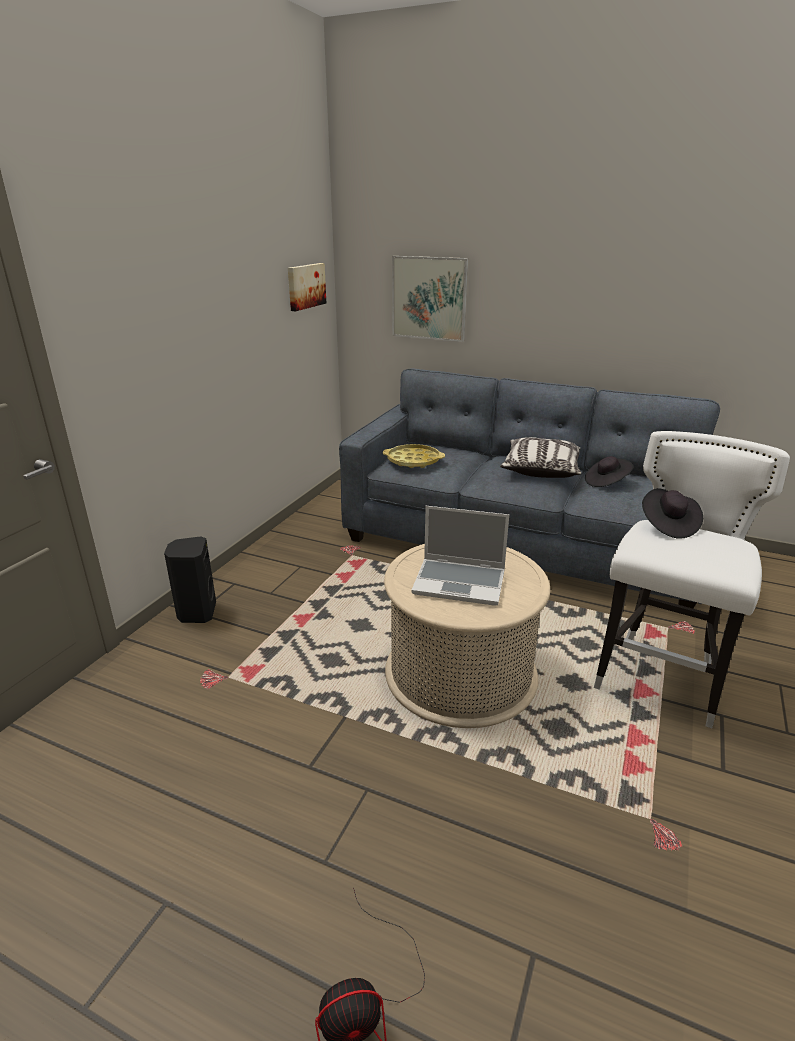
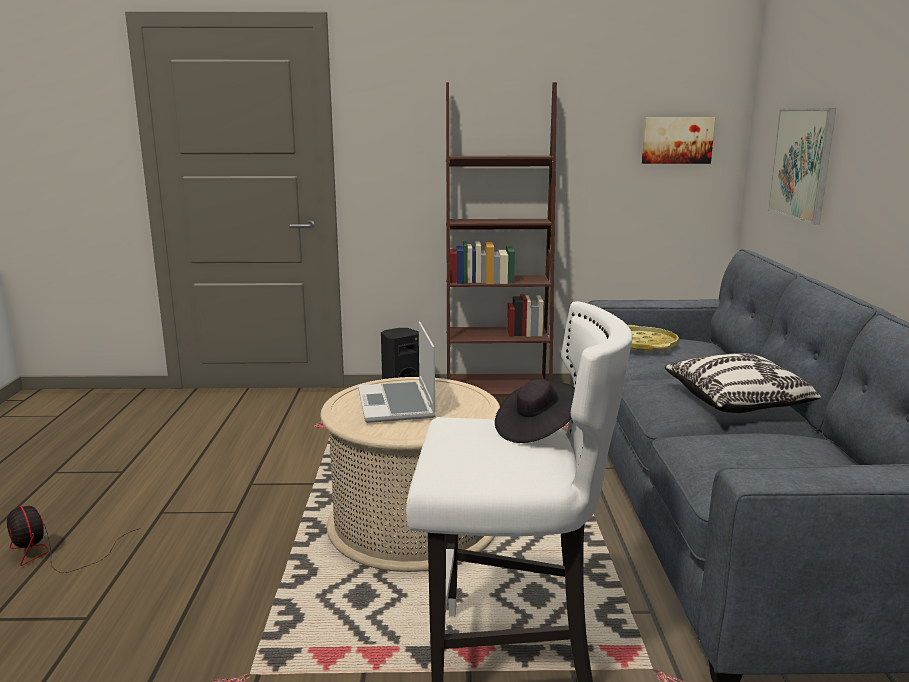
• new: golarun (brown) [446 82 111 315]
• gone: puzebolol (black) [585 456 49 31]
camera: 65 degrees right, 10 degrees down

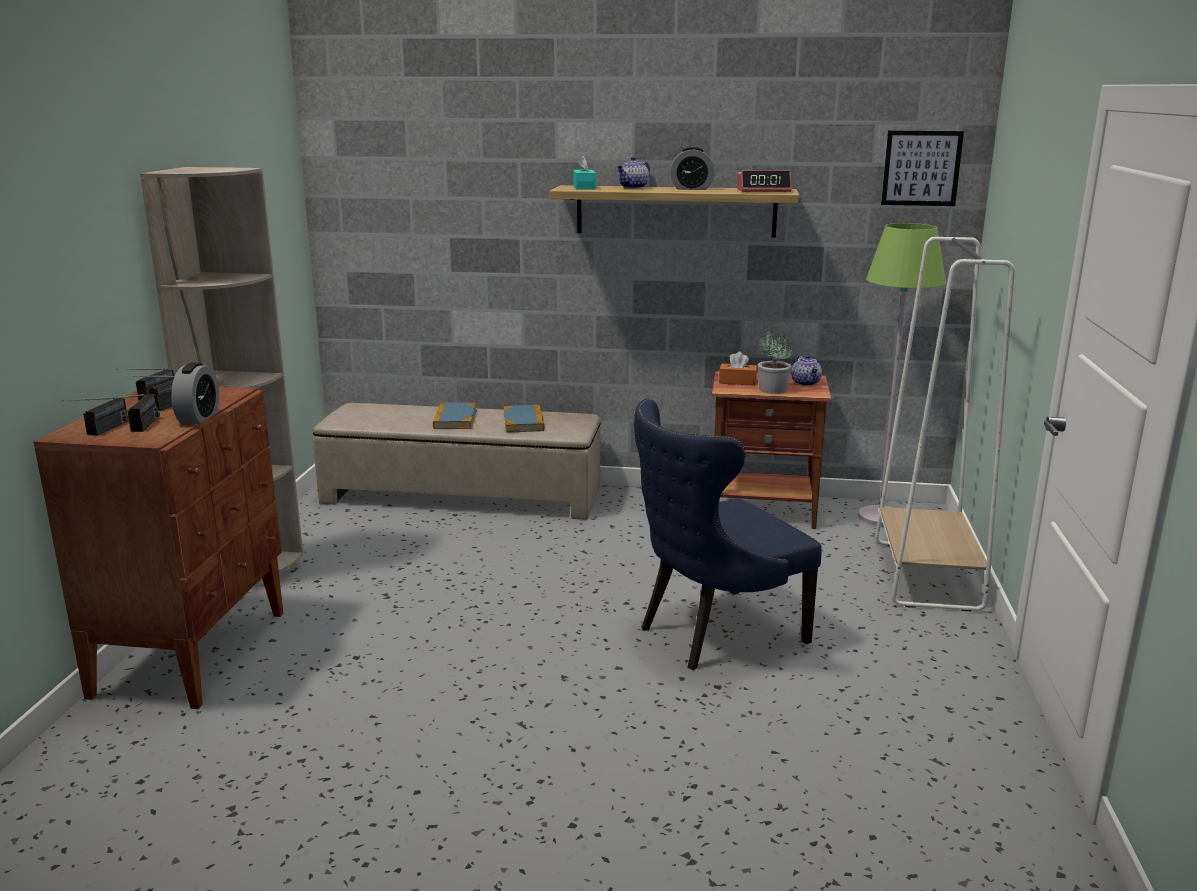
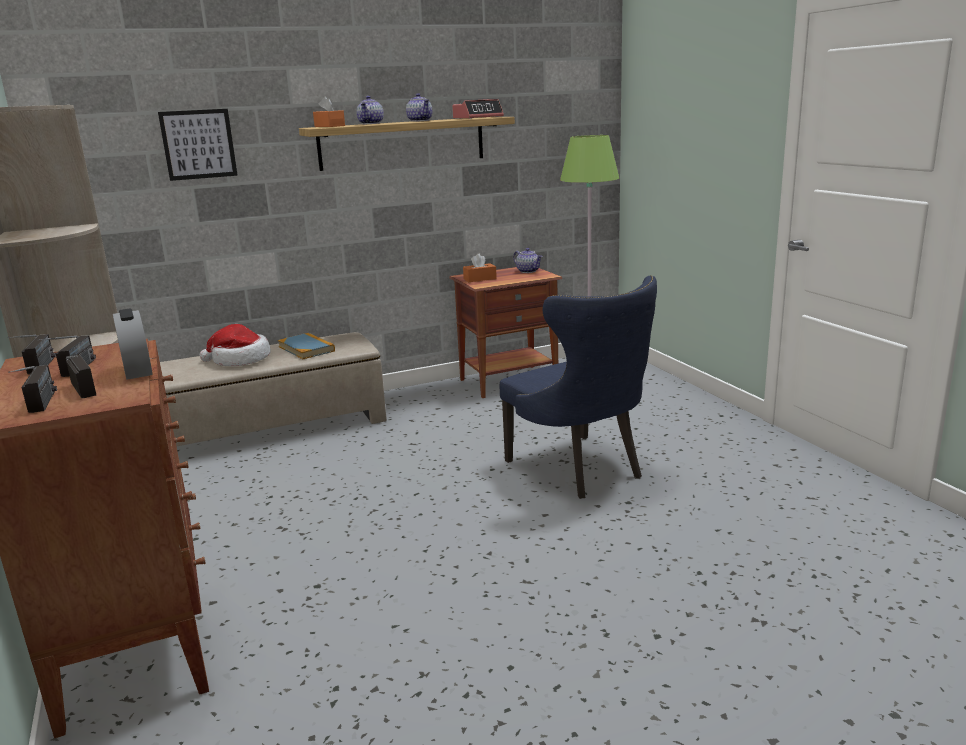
• shifted: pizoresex [881 131 83 75] to [158 109 80 72]
• swapped: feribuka [433 403 43 26] to puzebolol [199 324 72 42]
• repainted: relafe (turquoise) [573 155 23 35] to relafe (orange) [313 96 32 31]
• swapped: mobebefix [670 147 44 43] to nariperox [406 94 26 28]
• rotated: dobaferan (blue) [634 399 188 271] = [500 275 157 224] 60 degrees counterclockwise
• gone: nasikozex [758 329 34 65]
• gone: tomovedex [875 237 140 374]
camera: 30 degrees left, 0 degrees up

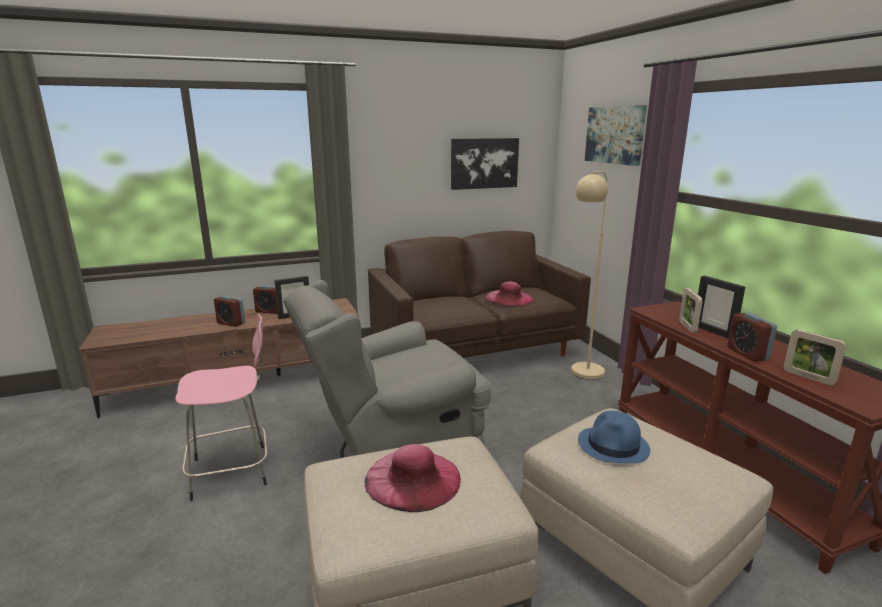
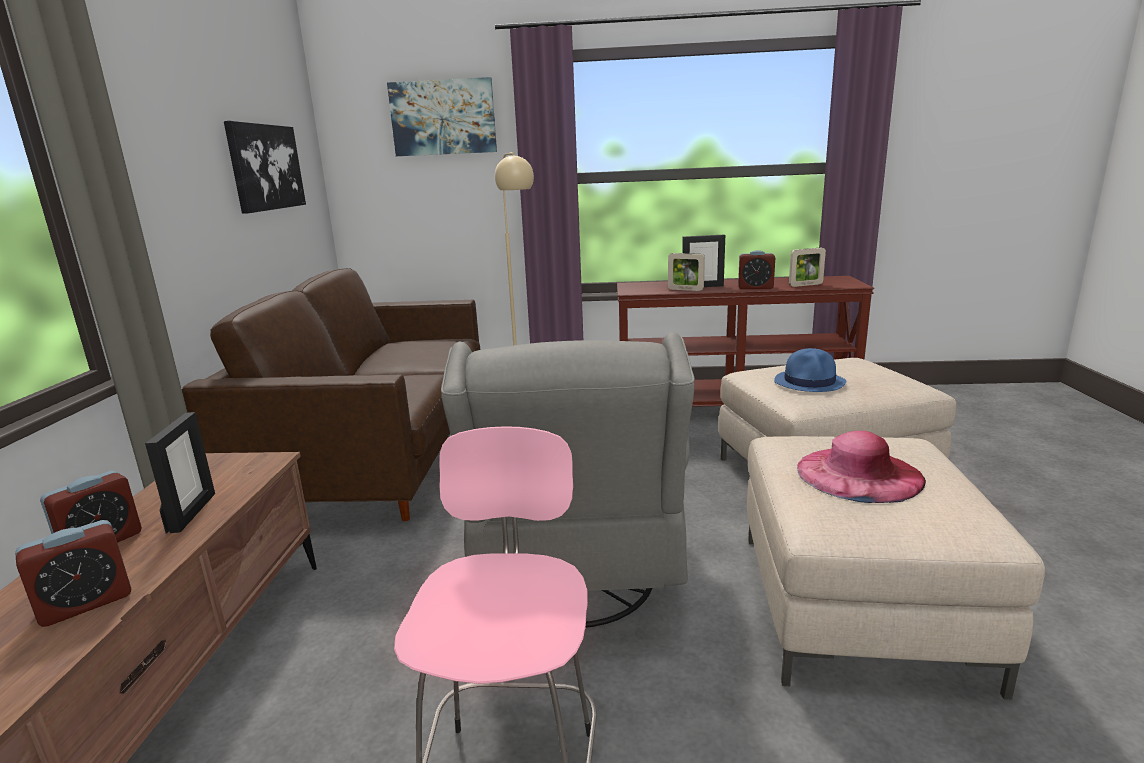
• gone: puzebolol (pink) [486 281 48 25]
camera: 65 degrees left, 0 degrees up

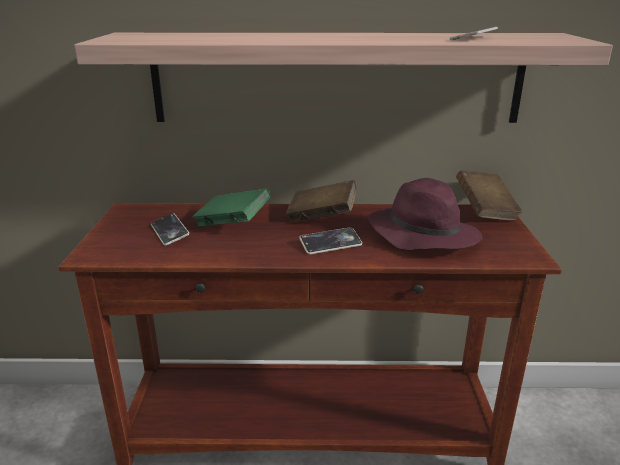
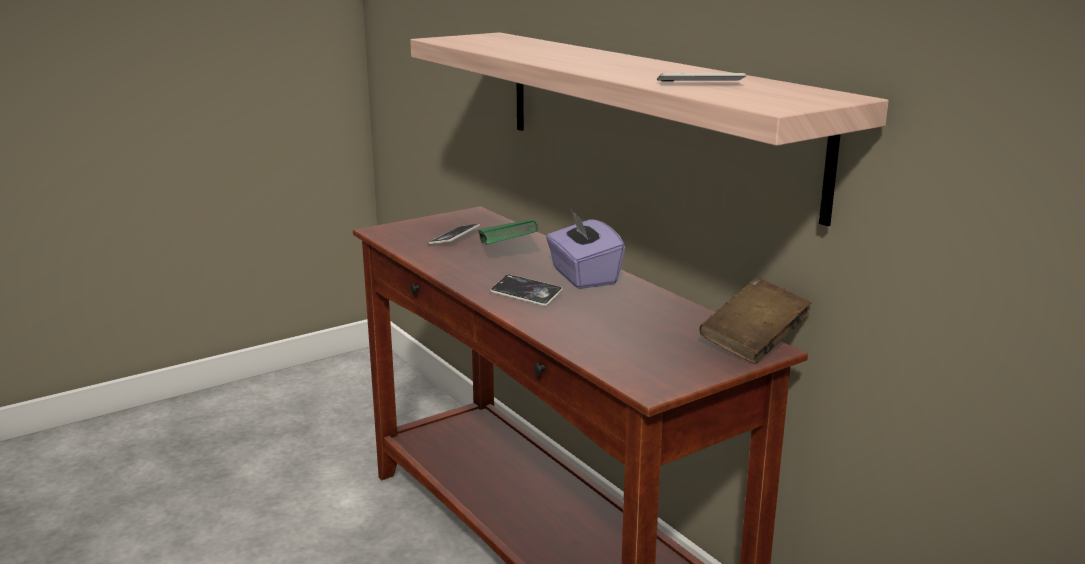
• swapped: feribuka (brown) [286 180 71 43] to relafe (purple) [546 210 79 79]
• gone: puzebolol (purple) [368 178 114 72]
camera: 55 degrees right, 5 degrees down

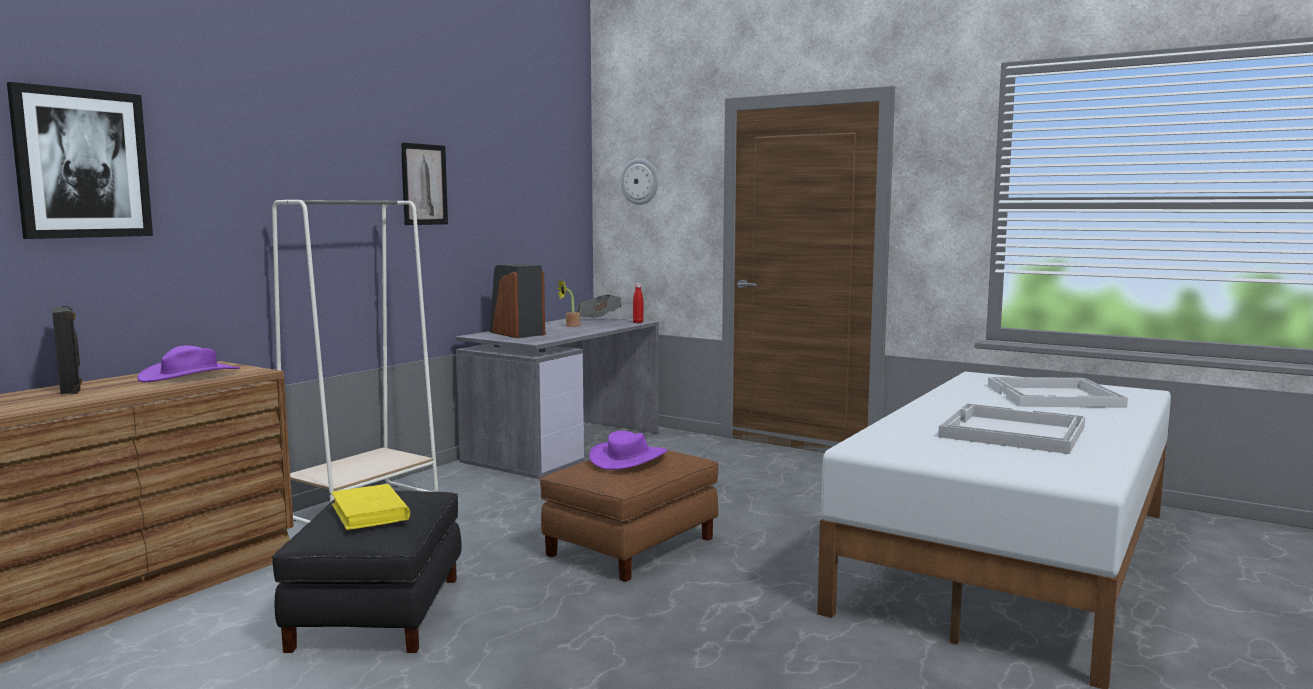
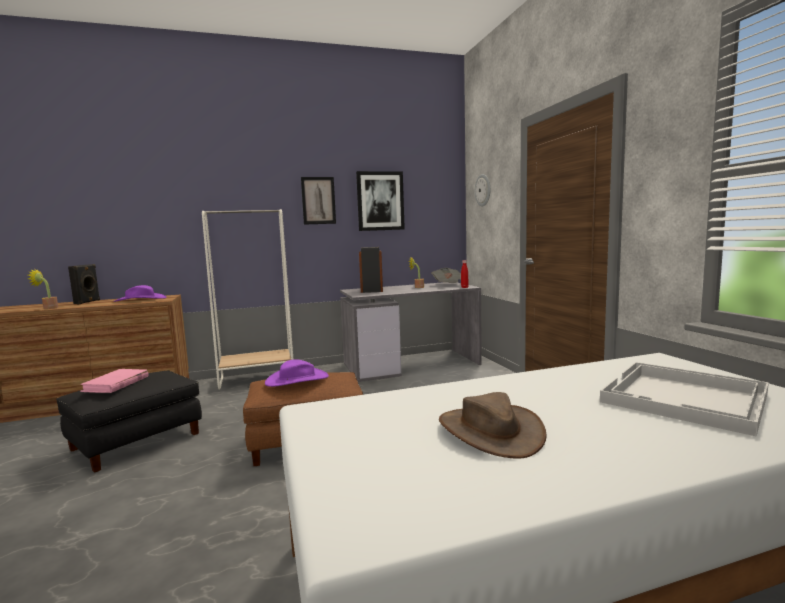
• new: nasikozex [28 269 30 40]
• repainted: feribuka (yellow) [331 484 79 46] to feribuka (pink) [80 369 69 24]
• shifted: pizoresex [7 82 146 157] to [356 171 49 60]
• swapped: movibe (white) [938 403 147 51] to puzebolol (brown) [439 392 108 67]
camera: 40 degrees right, 0 degrees up

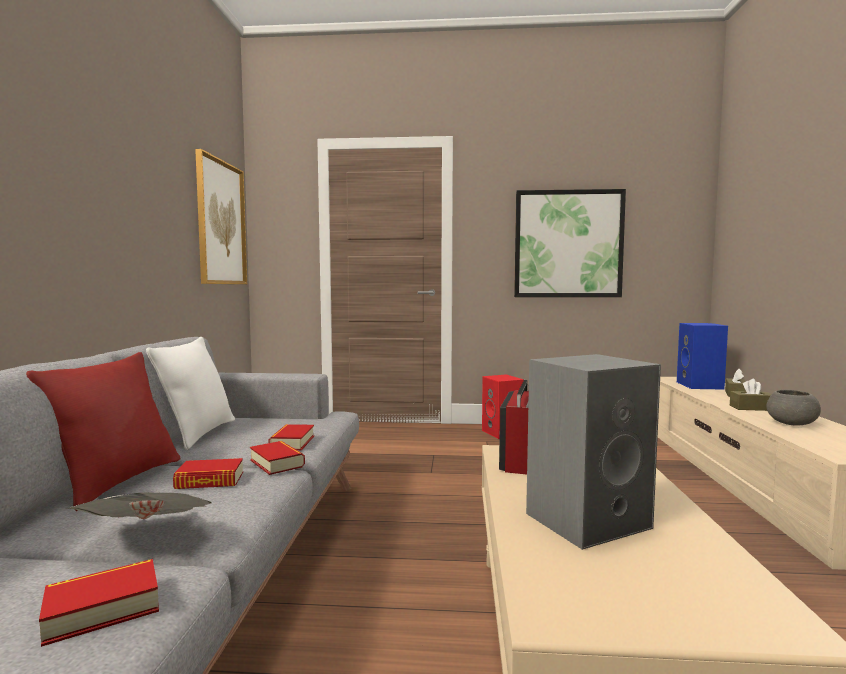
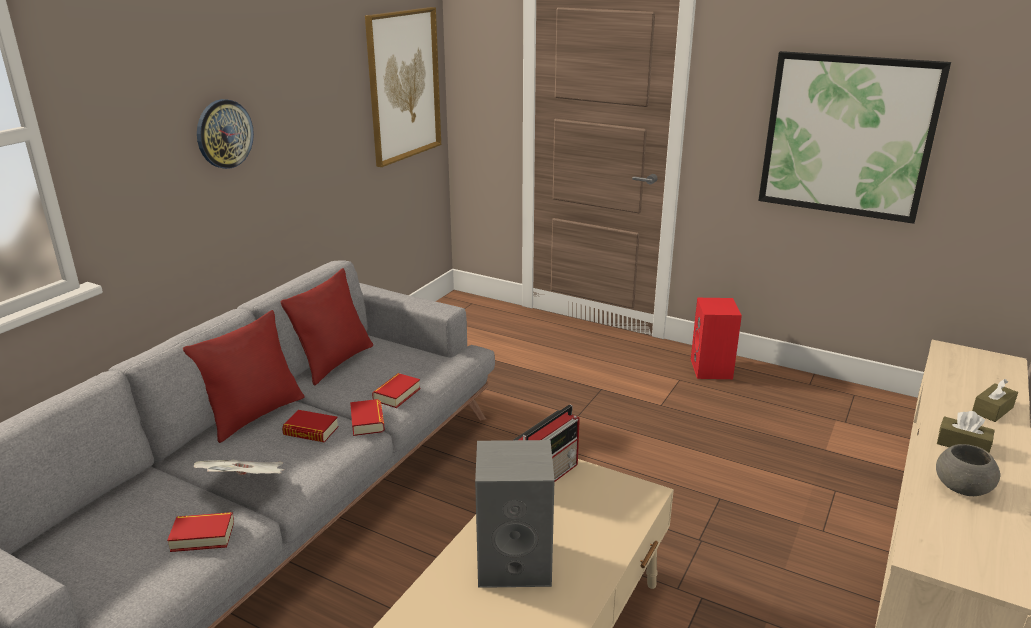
• new: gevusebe [197 99 57 70]
• repainted: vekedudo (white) [146 337 89 113] to vekedudo (red) [280 268 93 118]
• gone: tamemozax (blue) [677 323 51 67]
camera: 25 degrees right, 20 degrees up

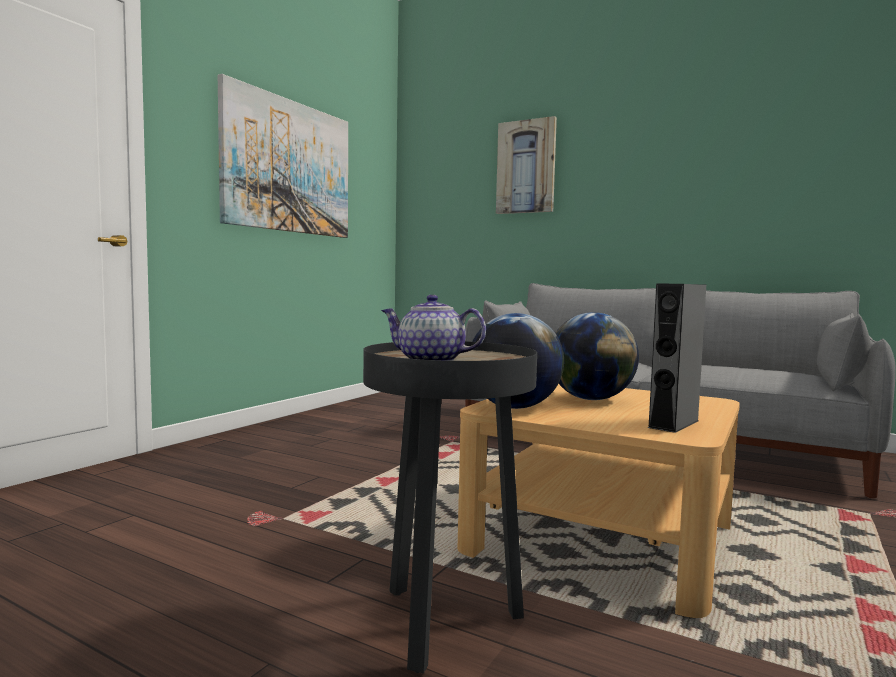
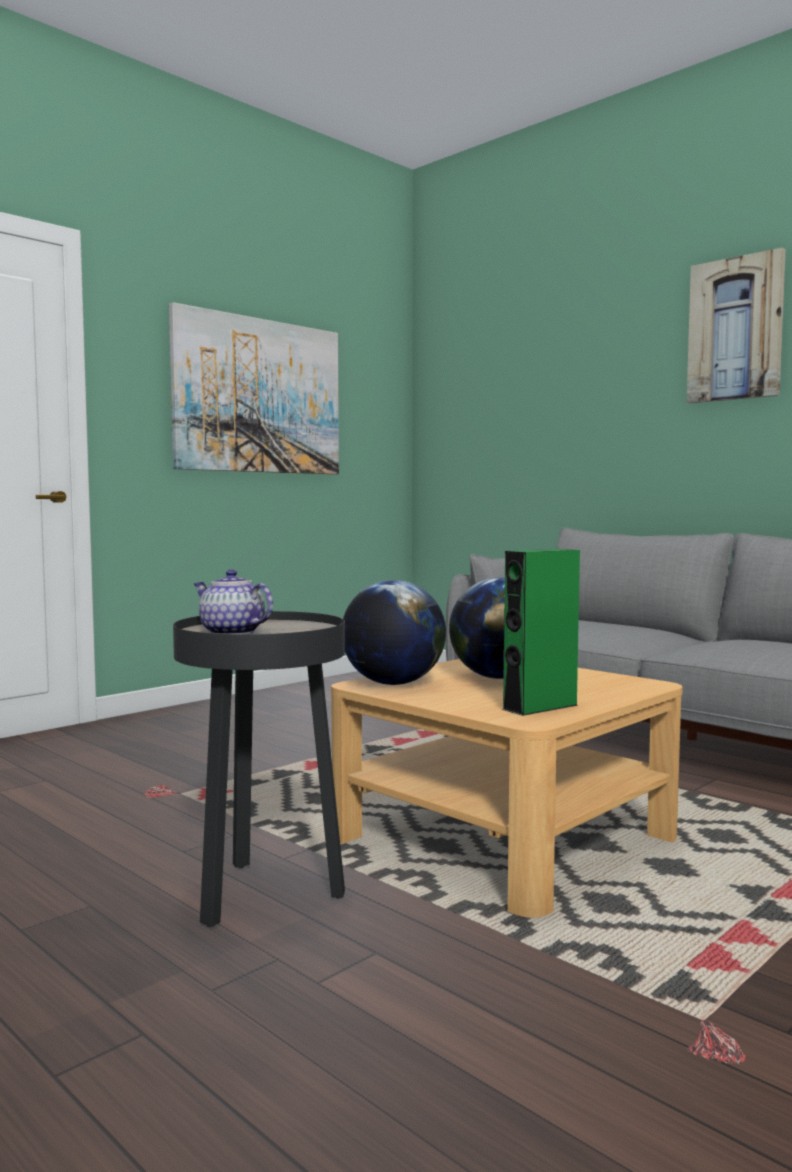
• repainted: tamemozax (grey) [648 283 58 150] to tamemozax (green) [501 549 79 167]
• shifted: pizoresex [496 116 61 98] to [687 247 99 156]
camera: 15 degrees right, 0 degrees up

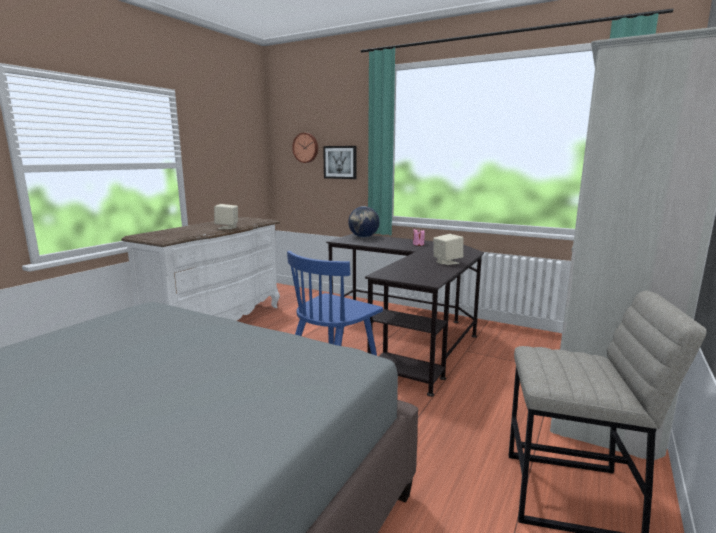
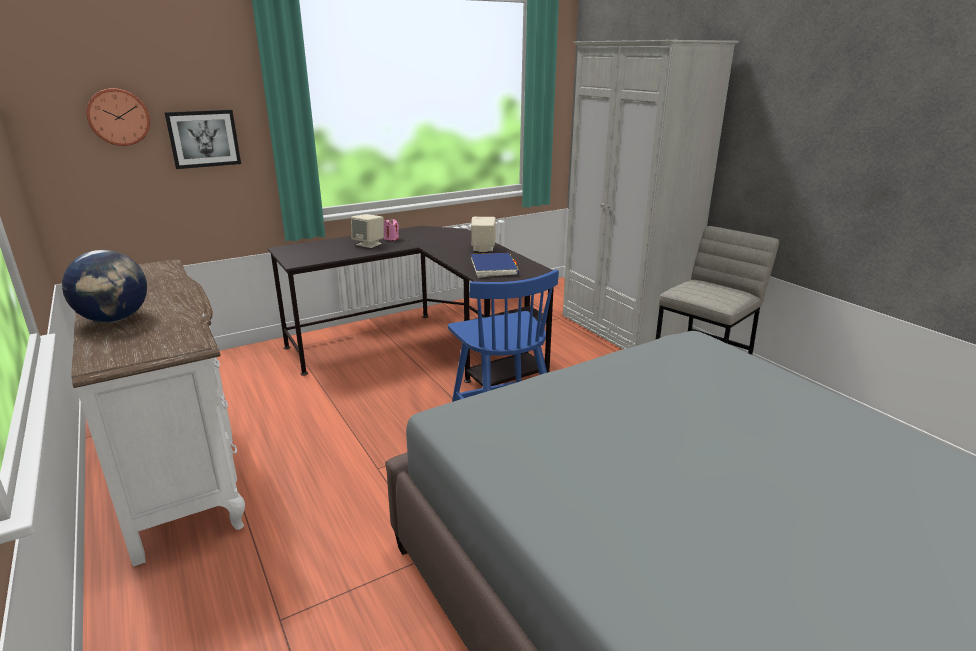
• shifted: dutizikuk [348 206 32 32] to [62 250 85 72]
• shifted: tamemozax (beige) [214 204 24 25] to [351 214 33 34]
• new: feribuka (blue) [471 253 48 25]
camera: 60 degrees left, 10 degrees up

